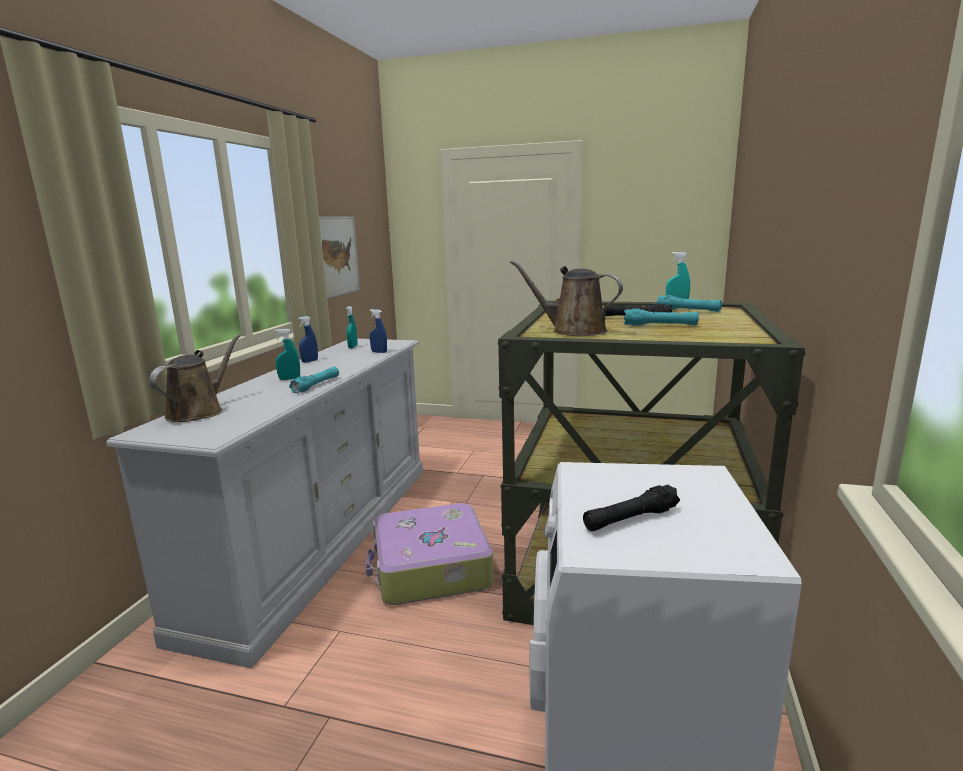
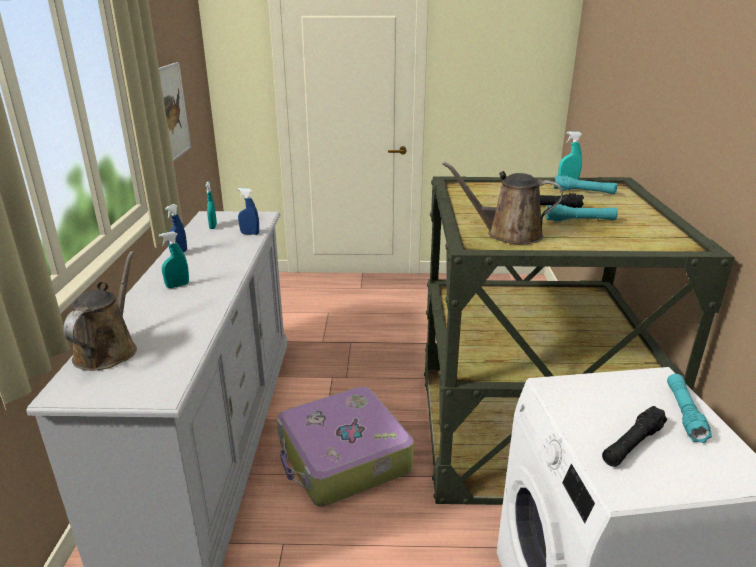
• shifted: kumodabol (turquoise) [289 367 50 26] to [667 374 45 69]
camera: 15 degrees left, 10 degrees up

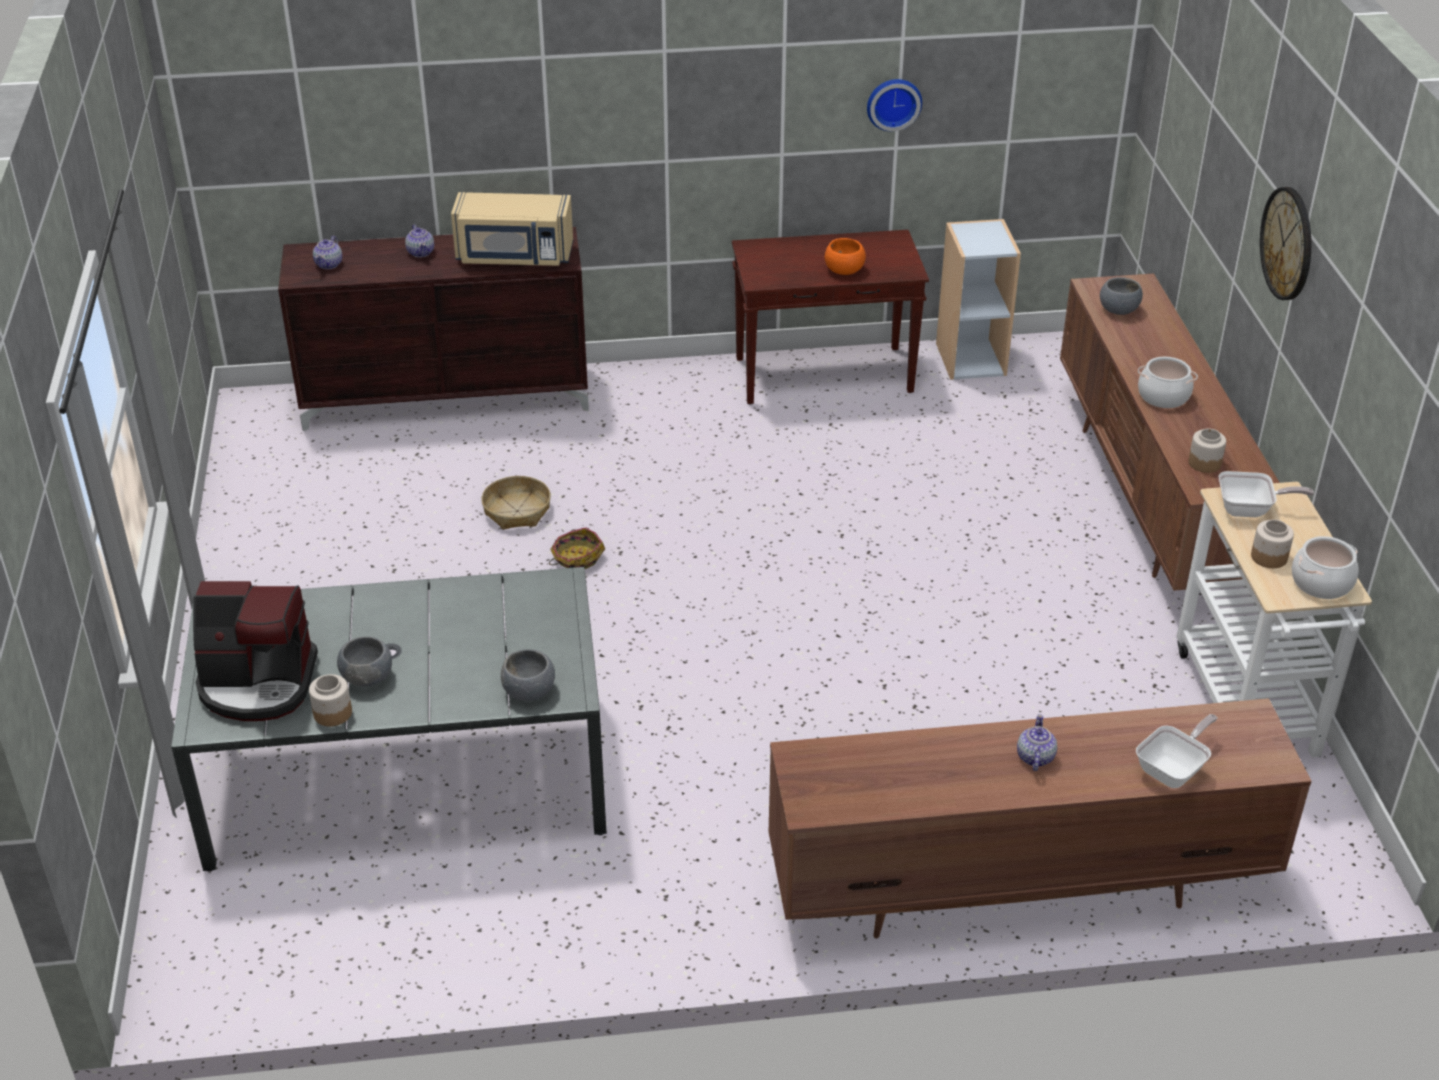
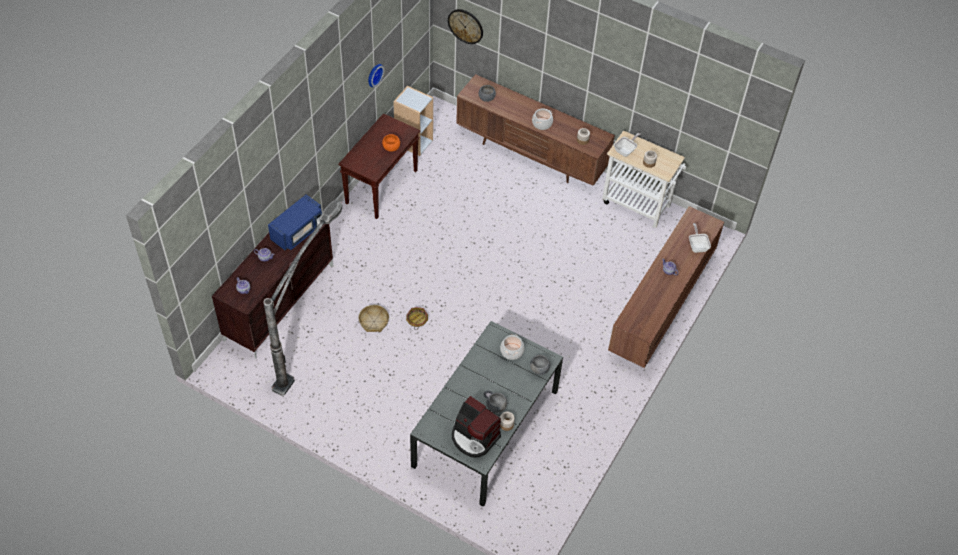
• new: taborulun [264 200 78 196]
• repainted: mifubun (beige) [451 192 122 74] to mifubun (blue) [268 195 54 55]
• shifted: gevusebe [1260 187 51 113] to [448 9 35 35]
• rotated: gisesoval [193 581 125 140] = [452 396 49 62] 90 degrees clockwise
• shifted: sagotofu [1292 536 67 63] to [500 334 24 26]
camera: 55 degrees left, 15 degrees up

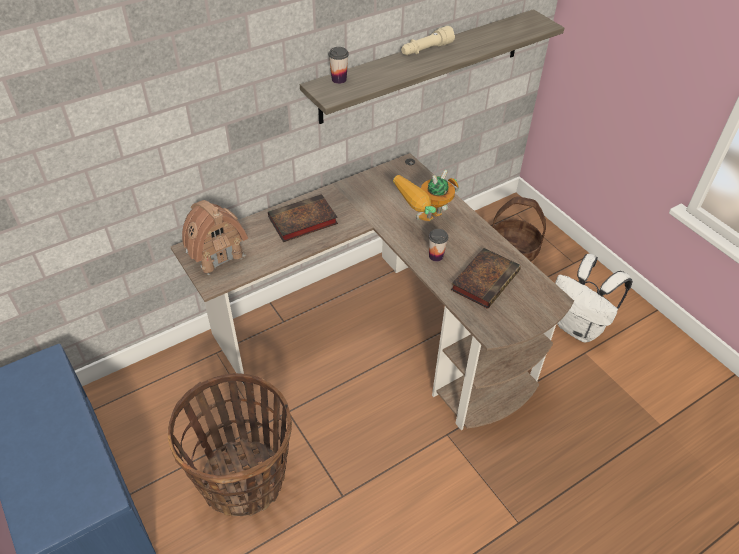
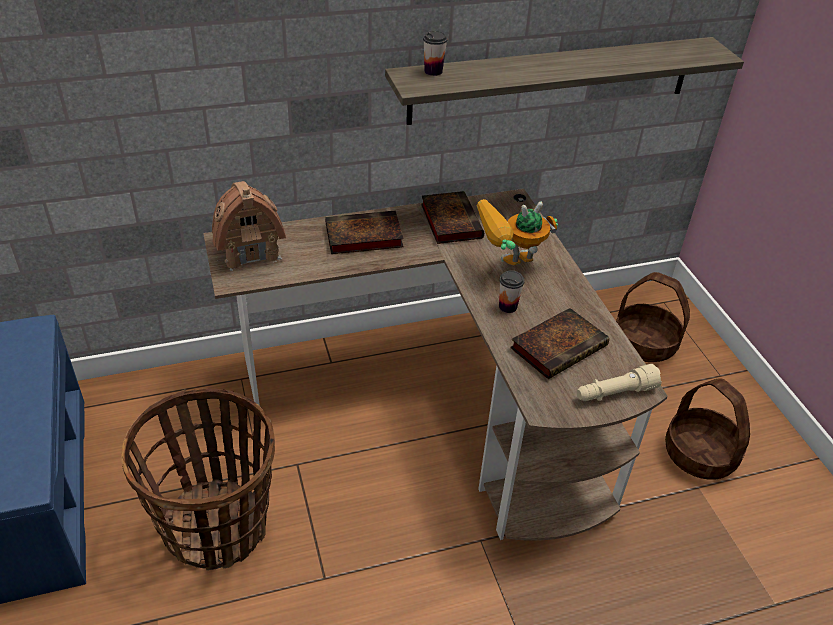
• new: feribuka [421 191 63 53]
• shifted: kumodabol (beige) [401 26 54 29] to [577 364 85 37]
• swapped: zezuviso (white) [555 254 78 89] to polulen [665 378 85 102]
camera: 15 degrees right, 5 degrees down

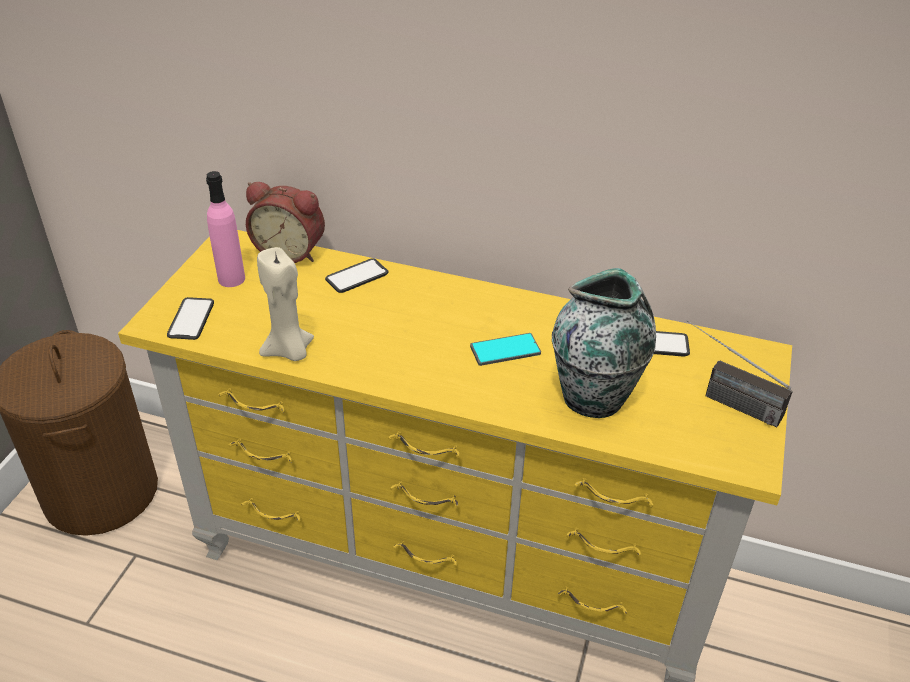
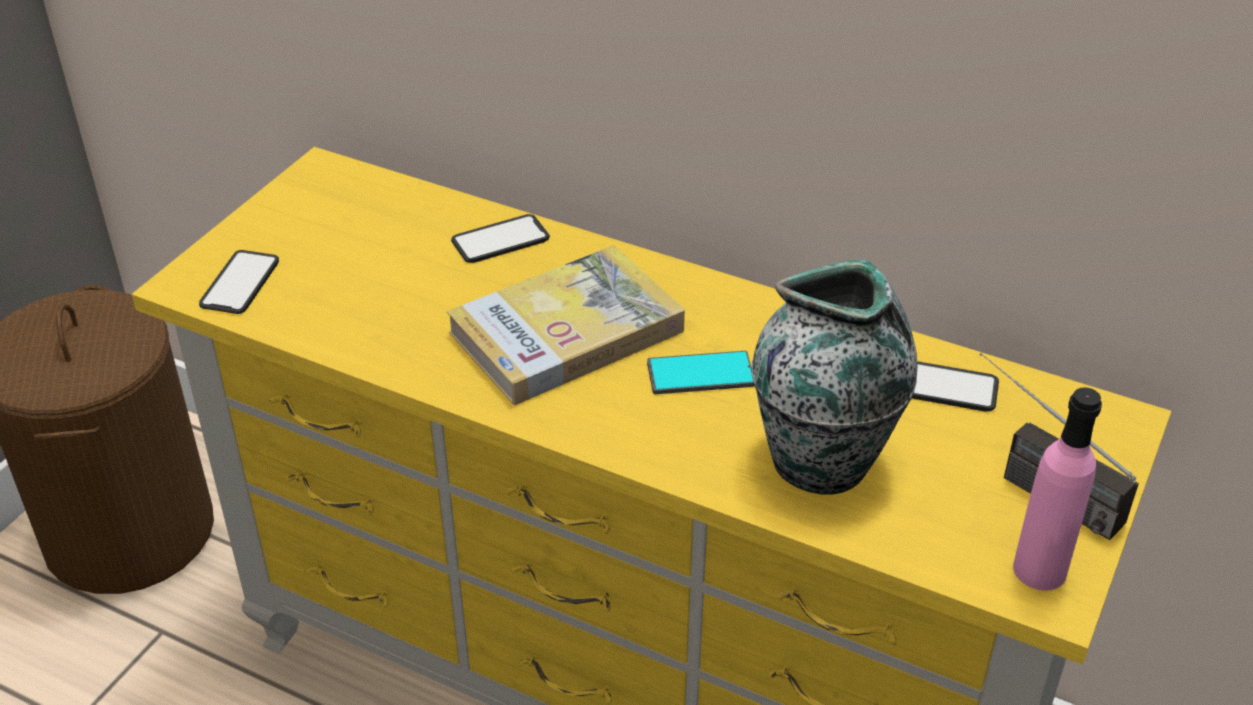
• new: feribuka [447 245 238 160]
• shifted: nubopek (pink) [206 171 39 116] to [1013 387 89 203]
• gone: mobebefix [246 182 79 81]
• gone: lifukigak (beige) [257 247 57 114]
camera: 10 degrees right, 0 degrees up

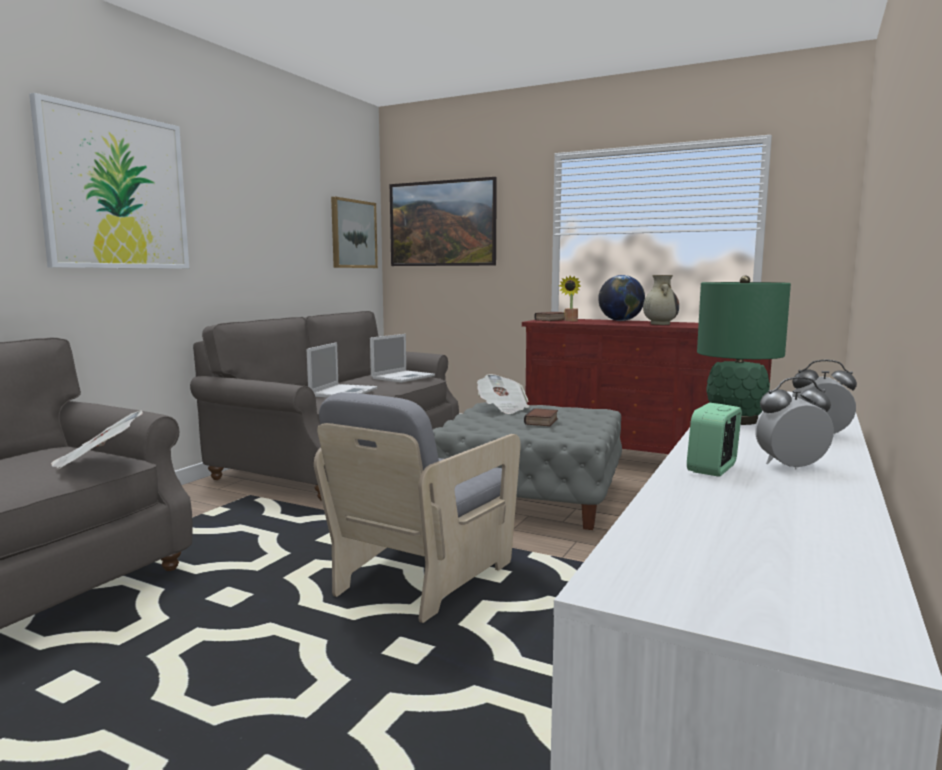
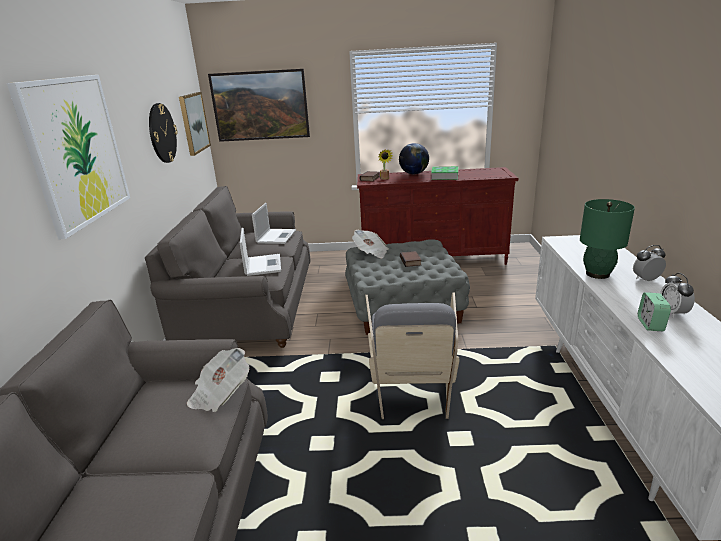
• new: gevusebe [149 103 29 60]
• swapped: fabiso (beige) [643 275 36 50] to feribuka [431 166 27 14]
• rotated: mobebefix [755 377 79 93] = [660 273 35 45] 60 degrees counterclockwise
camera: 25 degrees left, 15 degrees up

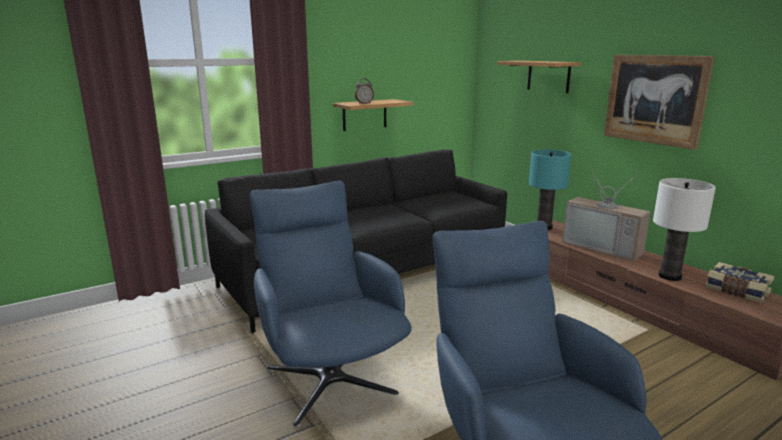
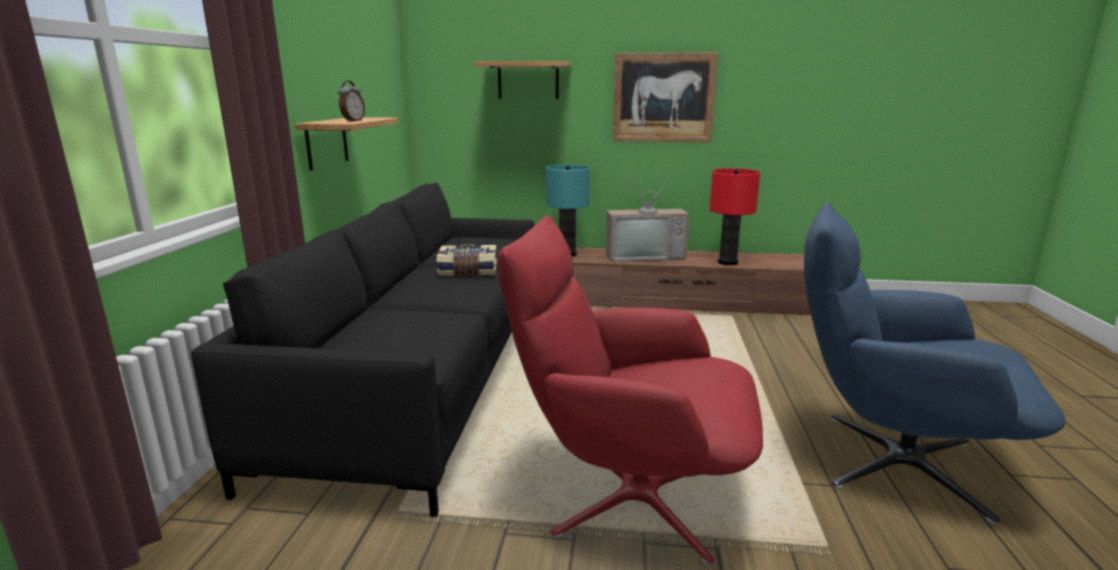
• shifted: feribuka [706 262 69 41] to [437 244 60 32]
• repainted: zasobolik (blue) [250 181 162 246] to zasobolik (red) [497 216 266 349]
• repainted: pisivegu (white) [653 178 63 103] to pisivegu (red) [709 168 51 97]
camera: 50 degrees left, 0 degrees up

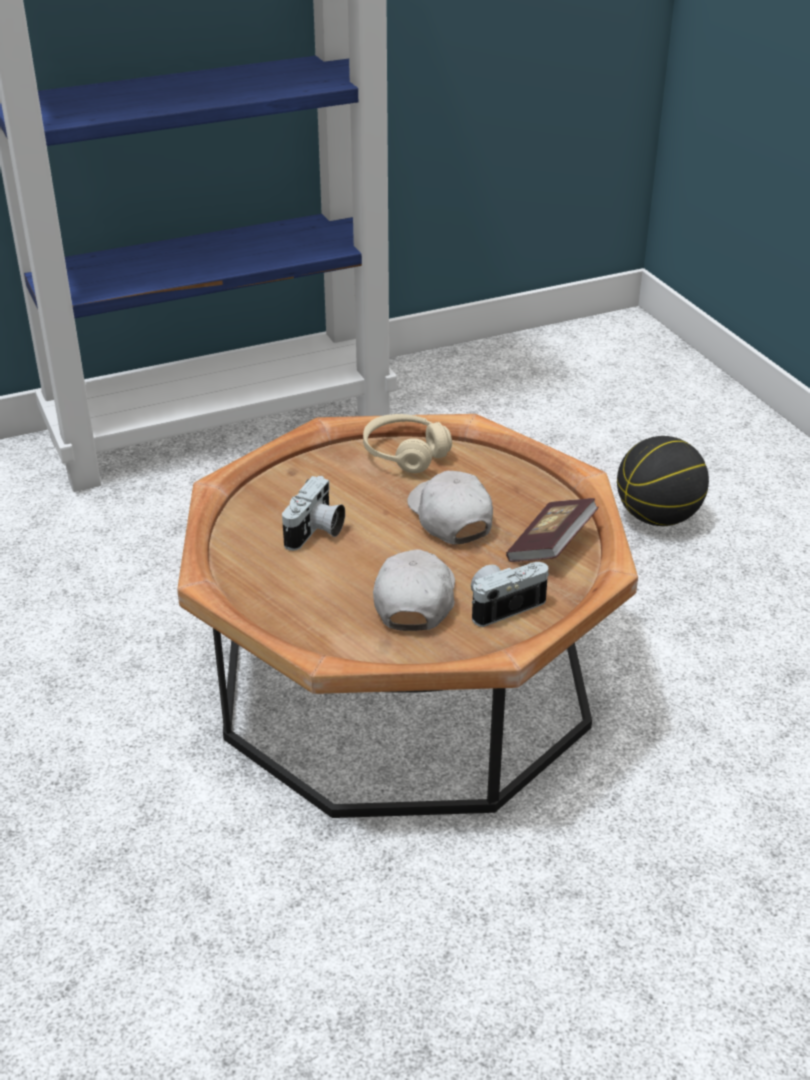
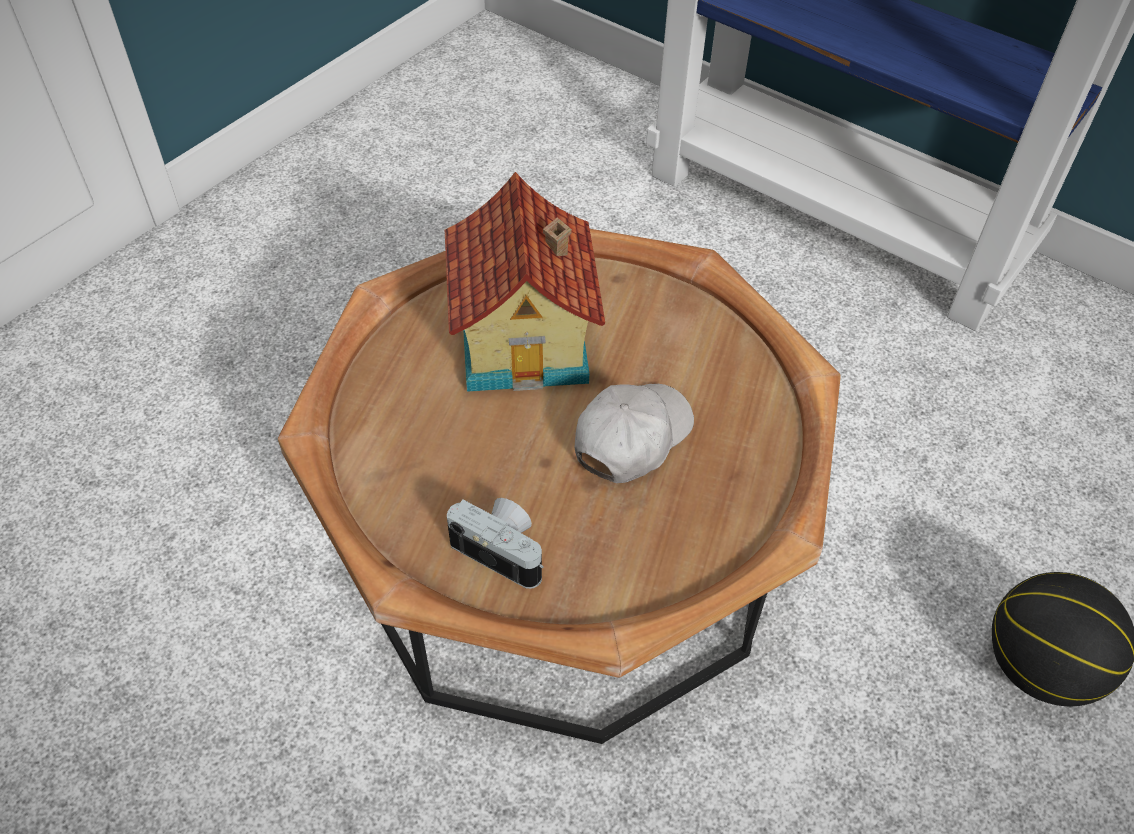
• swapped: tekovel [282 476 63 75] to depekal [445 172 160 220]
• gone: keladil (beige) [363 414 89 59]
• gone: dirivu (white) [373 549 82 82]
• gone: feribuka [506 498 93 64]
camera: 60 degrees right, 15 degrees up

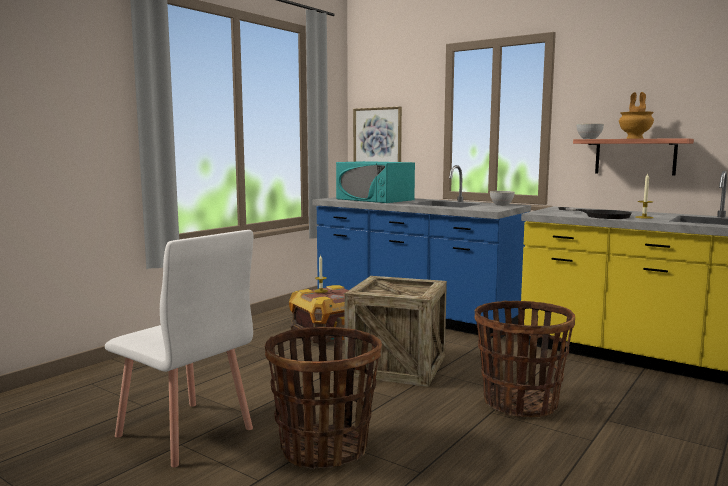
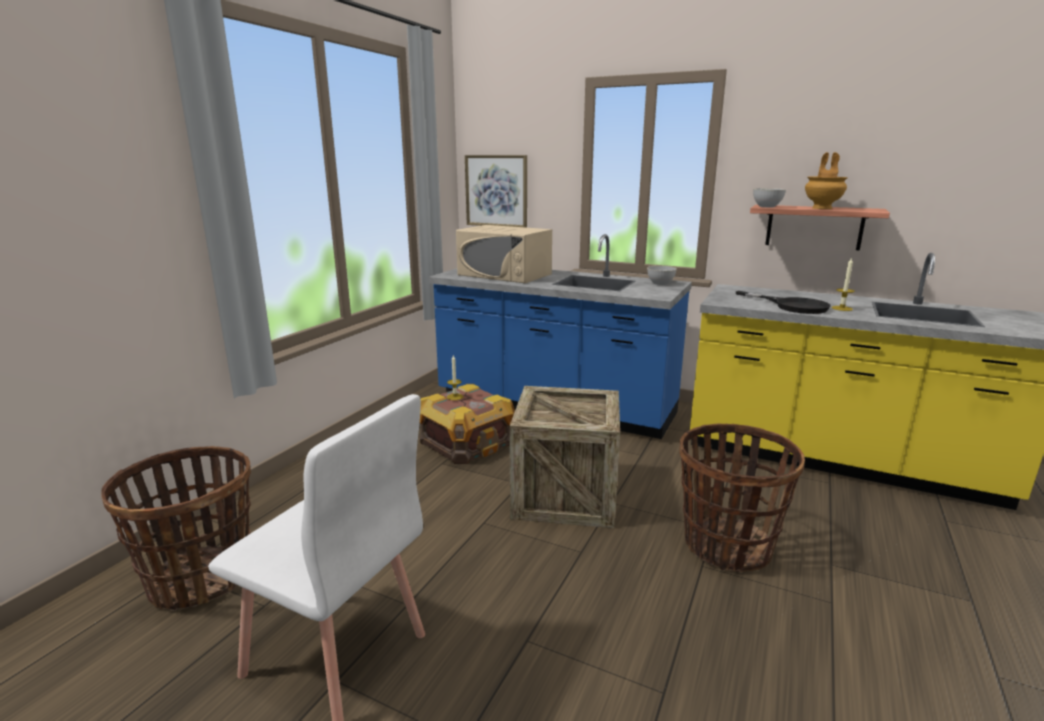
• shifted: polulen [265 327 117 142] to [101 446 150 165]
• repainted: mifubun (turquoise) [336 161 79 42] to mifubun (beige) [456 225 96 58]
camera: 10 degrees left, 10 degrees up

